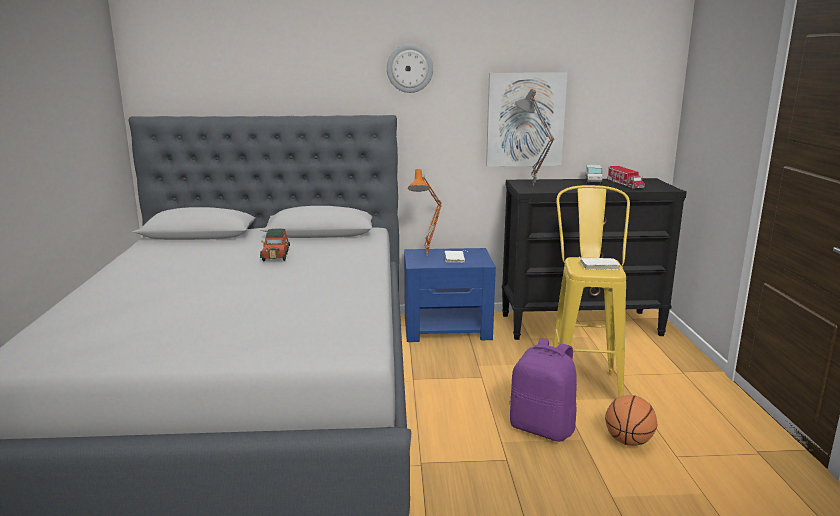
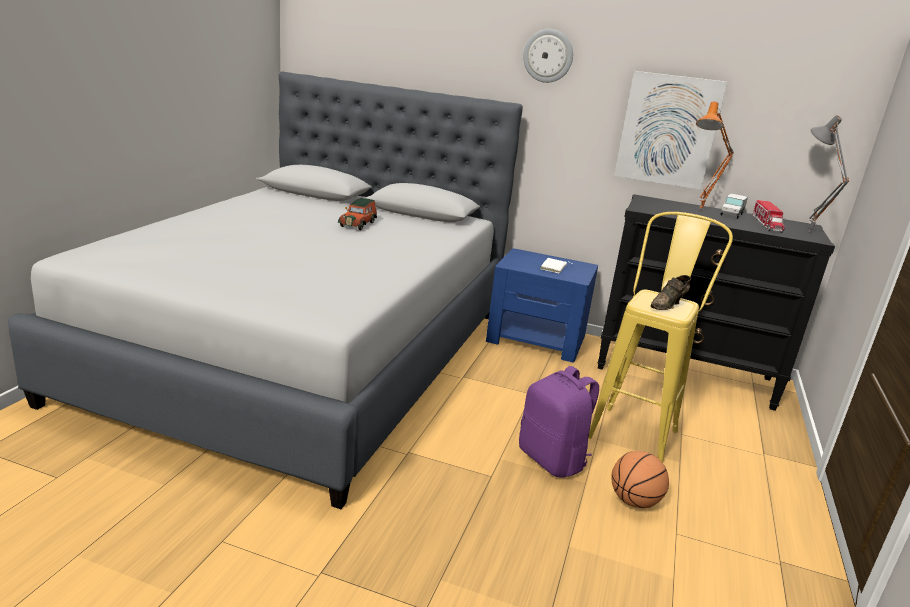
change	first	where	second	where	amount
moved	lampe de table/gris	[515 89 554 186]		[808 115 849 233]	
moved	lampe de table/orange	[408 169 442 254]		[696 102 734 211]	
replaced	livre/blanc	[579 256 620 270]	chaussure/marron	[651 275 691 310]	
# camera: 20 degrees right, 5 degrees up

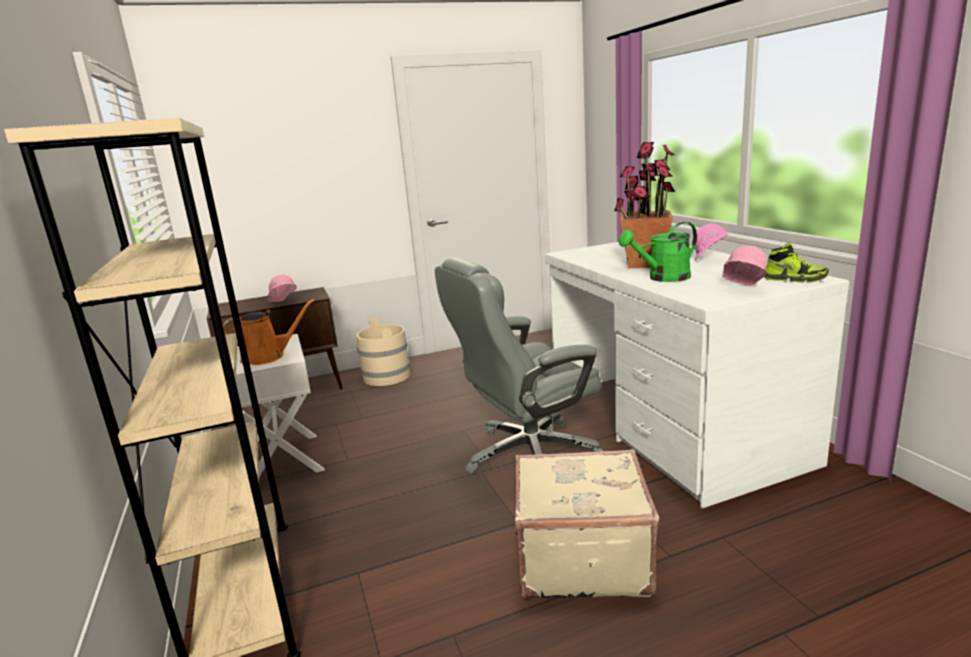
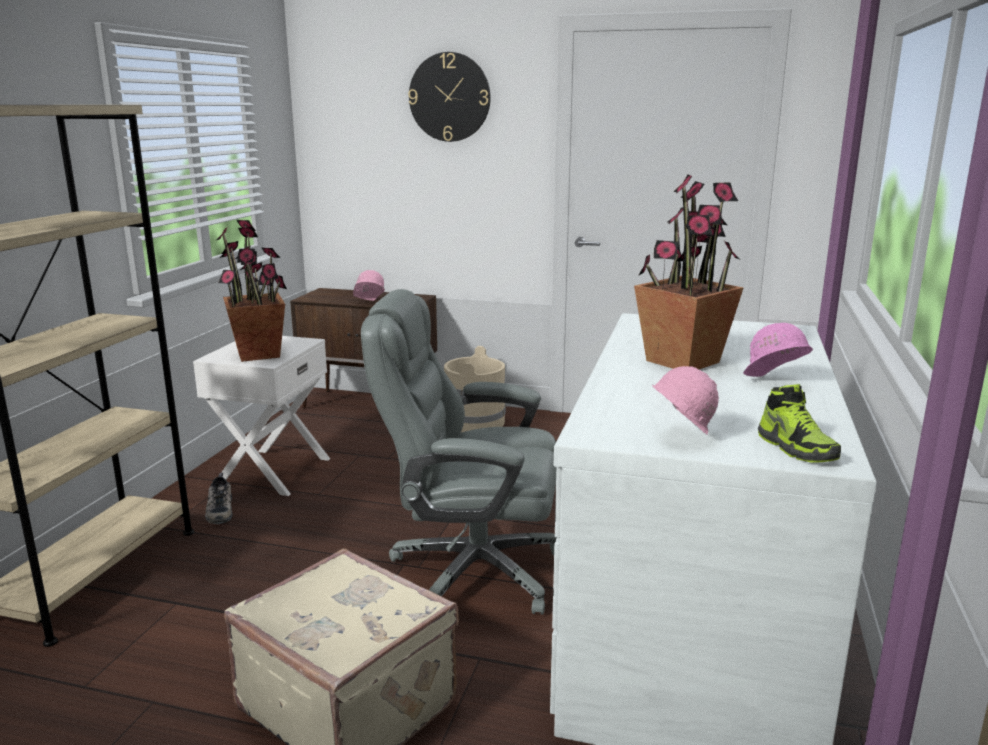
change	first	where	second	where	amount
removed	arrosoir/vert	[619 222 697 282]			
replaced	arrosoir/orange	[223 299 315 365]	plante en pot	[215 220 287 362]	
added			horloge murale	[408 52 491 142]	
added			chaussure	[205 473 233 524]	
# camera: 35 degrees right, 0 degrees up

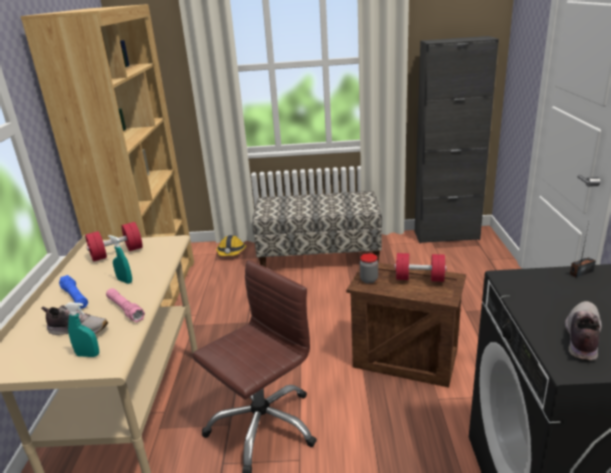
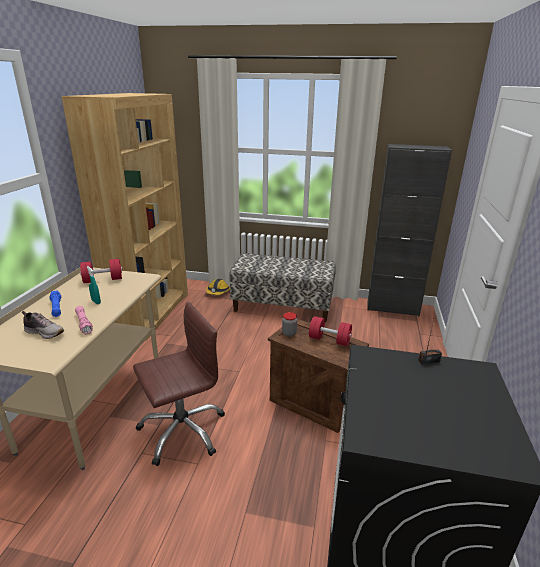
change	first	where	second	where	amount
removed	chaussure	[565 301 602 360]			
removed	vaporisateur/turquoise	[64 303 99 357]			
# camera: 10 degrees right, 0 degrees up

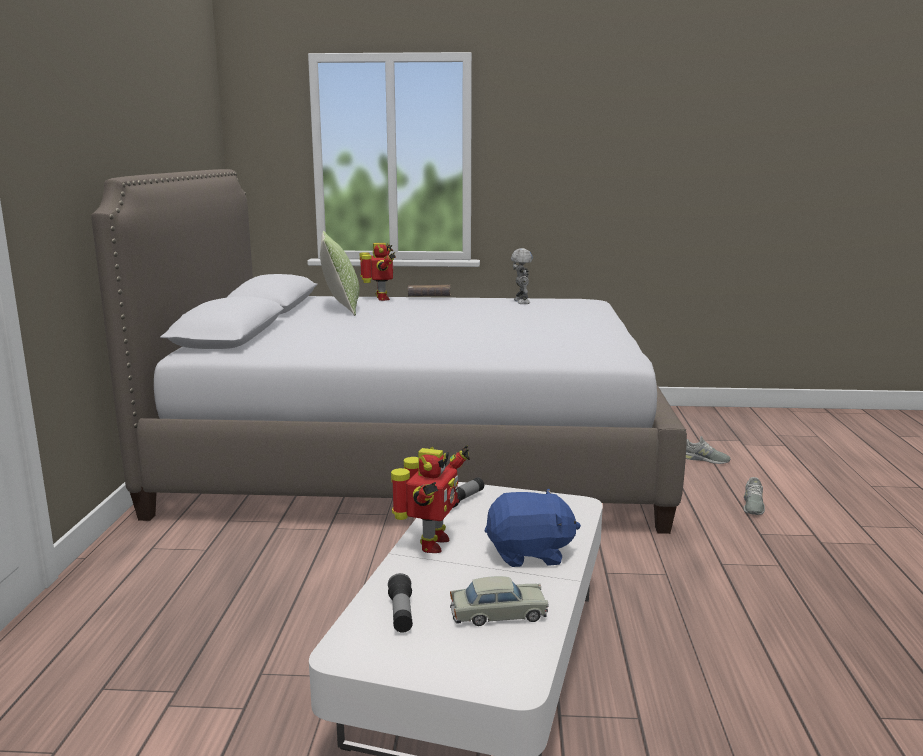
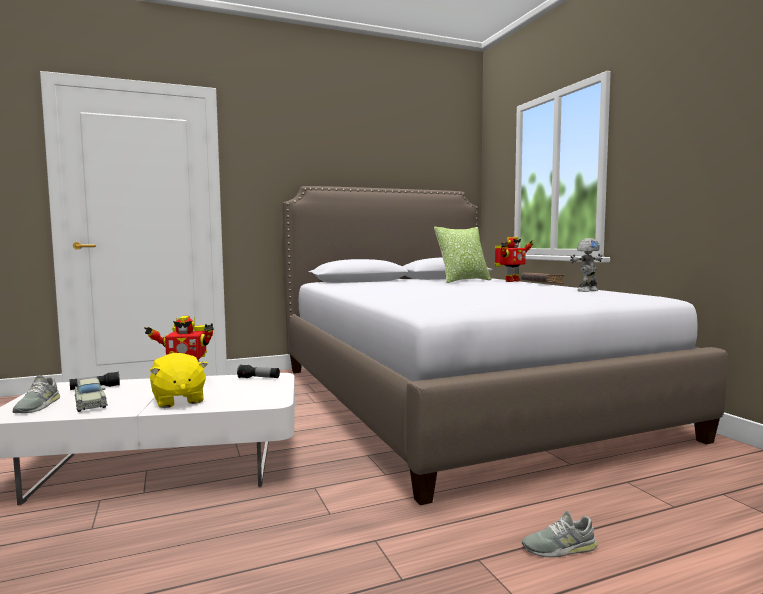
change	first	where	second	where	amount
moved	chaussure/gris	[686 436 731 464]		[13 375 60 413]	
recoloured	peluche/bleu	[485 489 581 567]	peluche/jaune	[150 353 208 408]	
# camera: 65 degrees right, 10 degrees down

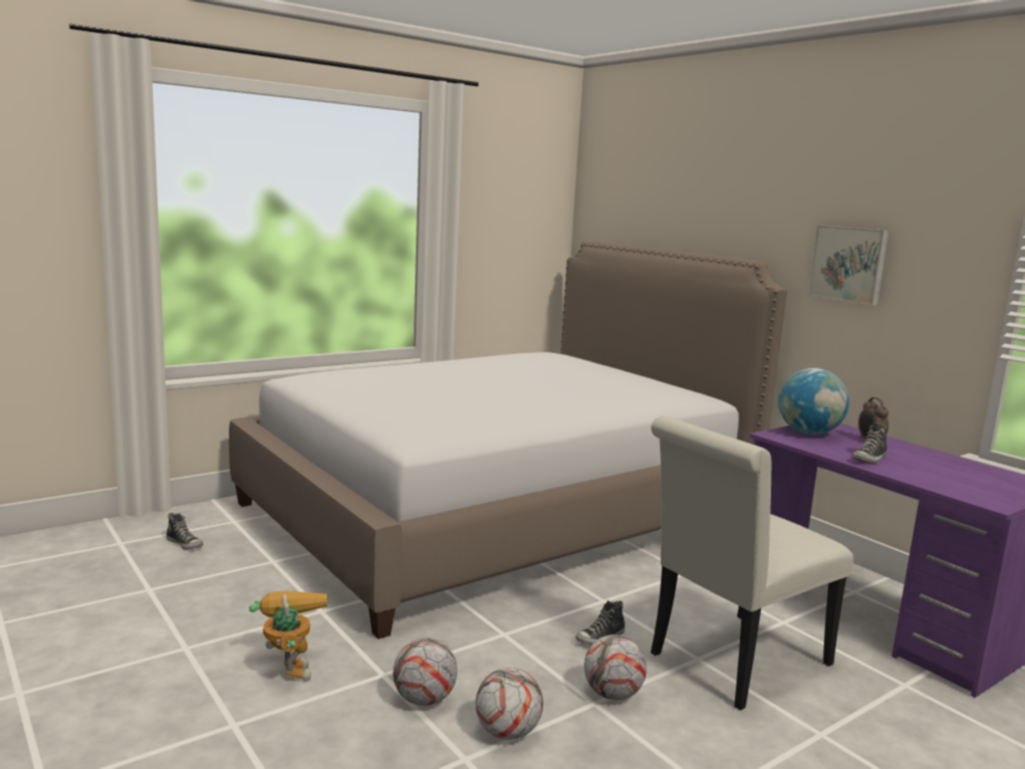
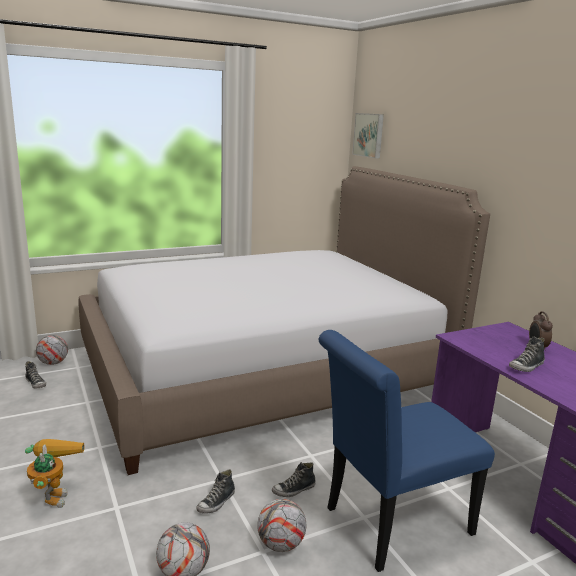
change	first	where	second	where	amount
moved	tableau	[808 225 889 305]		[352 113 384 158]	
removed	globe	[778 368 849 435]			
recoloured	chaise/blanc	[651 416 854 710]	chaise/bleu	[319 330 495 572]	
moved	ballon de foot	[393 638 457 706]		[36 335 68 365]	
added			chaussure	[196 469 235 514]	
# camera: 10 degrees right, 5 degrees up

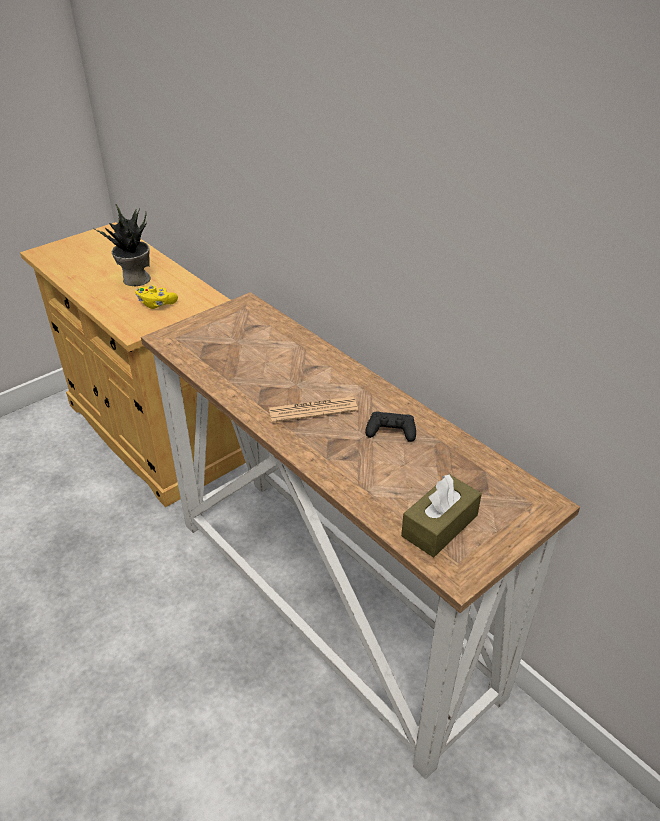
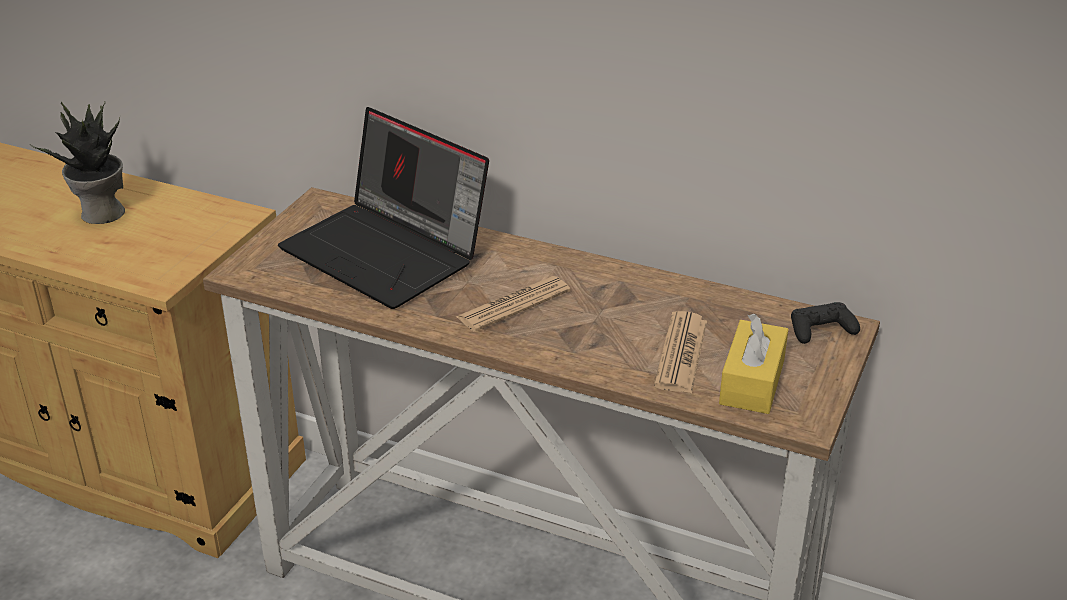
change	first	where	second	where	amount
removed	manette/jaune	[135 285 178 309]			
moved	manette/noir	[365 412 416 442]		[791 302 860 344]	
recoloured	boîte à mouchoirs/marron	[401 474 482 557]	boîte à mouchoirs/jaune	[719 314 789 414]	
added			ordinateur portable	[278 107 489 309]	
added			journal	[654 311 707 393]	
# camera: 25 degrees left, 5 degrees down

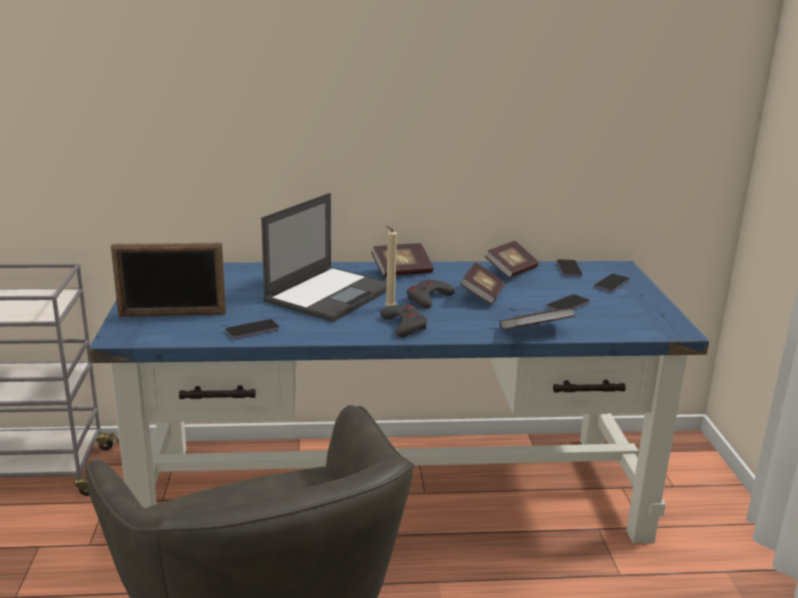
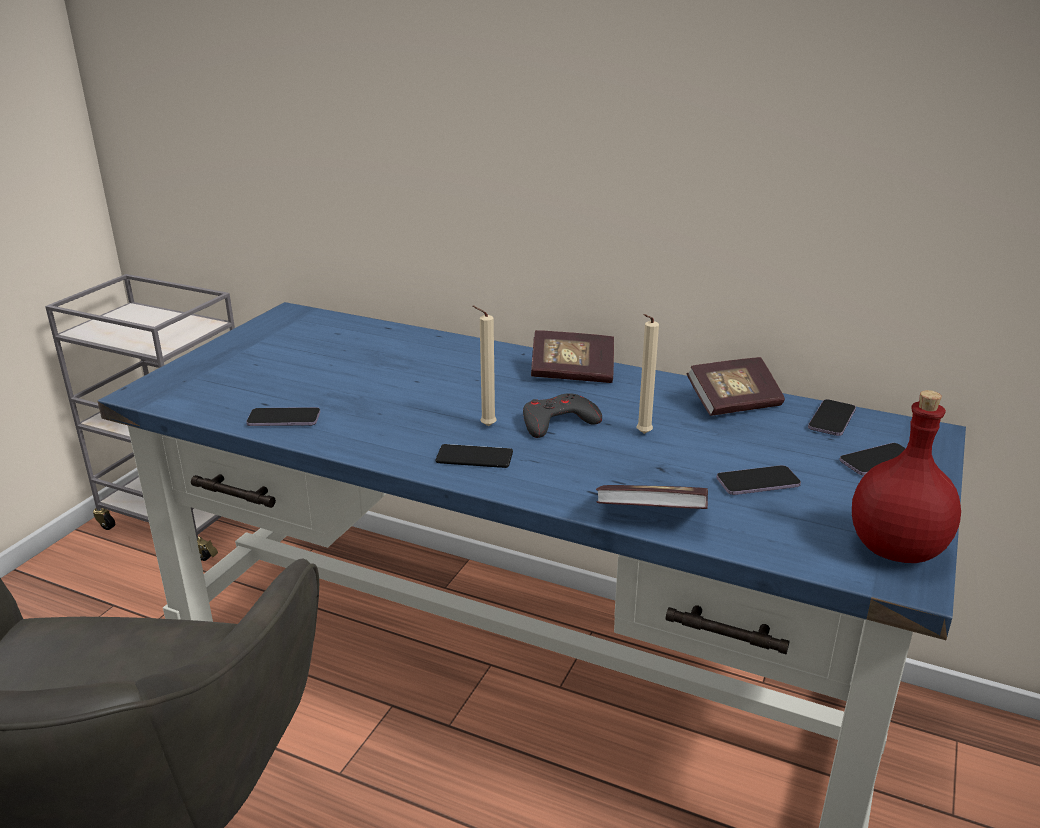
change	first	where	second	where	amount
removed	ordinateur portable	[261 193 387 322]			
removed	cadre photo	[111 243 226 317]			
replaced	livre	[460 262 504 304]	bougie/beige	[637 314 659 434]	
replaced	manette/gris	[380 304 427 337]	téléphone	[435 444 513 468]	
added			bouteille/rouge	[852 390 961 563]	
# camera: 30 degrees right, 5 degrees up

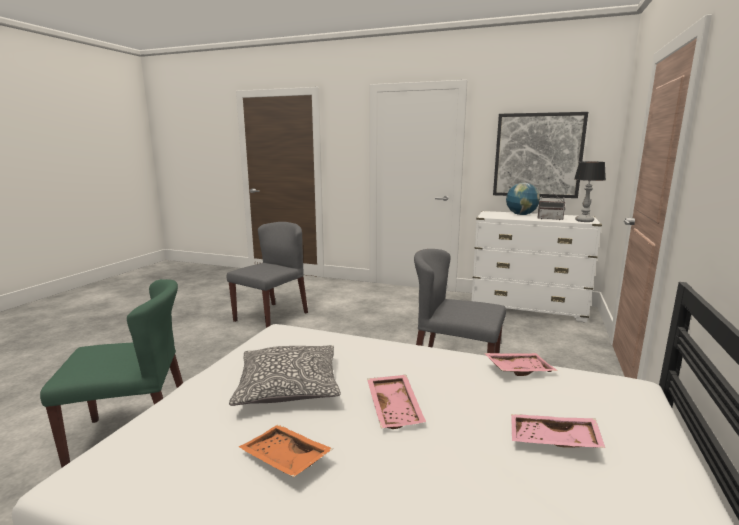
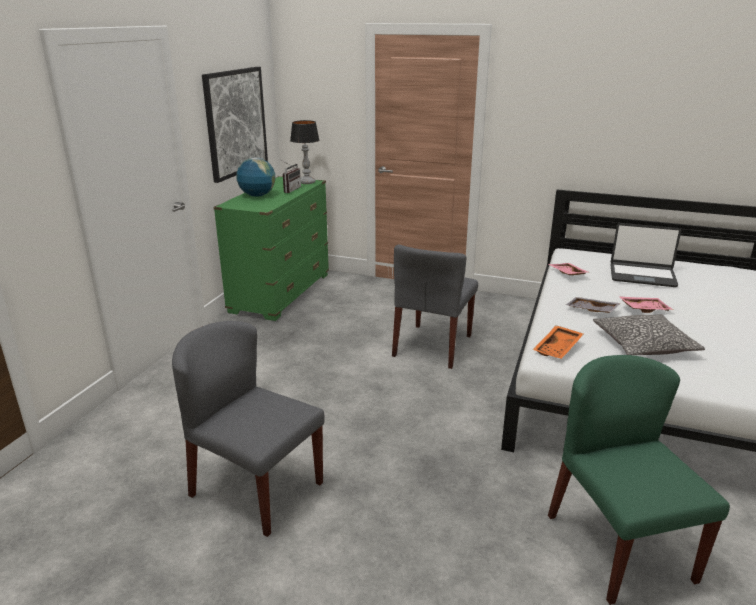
change	first	where	second	where	amount
recoloured	commode/blanc	[471 211 602 322]	commode/vert	[213 176 329 321]	
replaced	plateau/rose	[511 414 605 448]	ordinateur portable	[610 223 681 287]	
moved	plateau/orange	[239 425 333 477]		[533 325 584 359]	
added			plateau/gris	[566 297 621 313]	
# camera: 90 degrees left, 10 degrees up

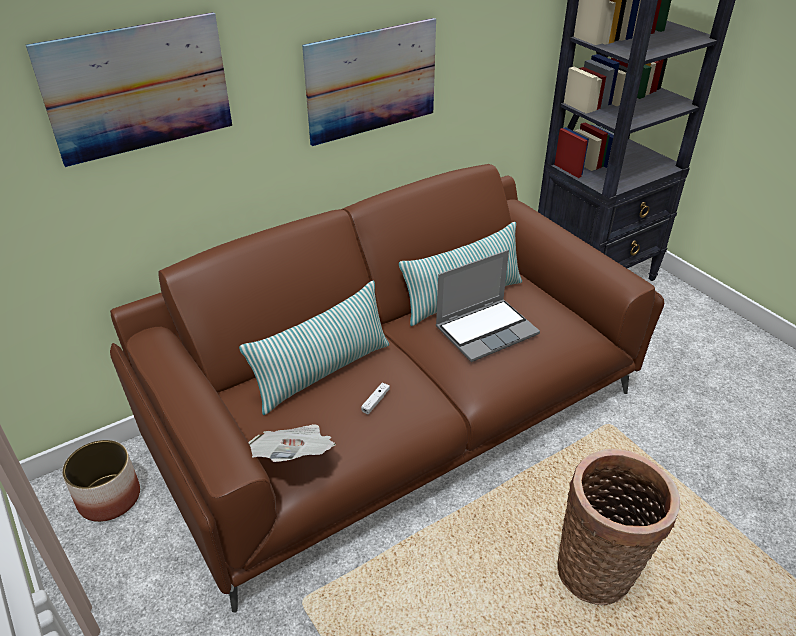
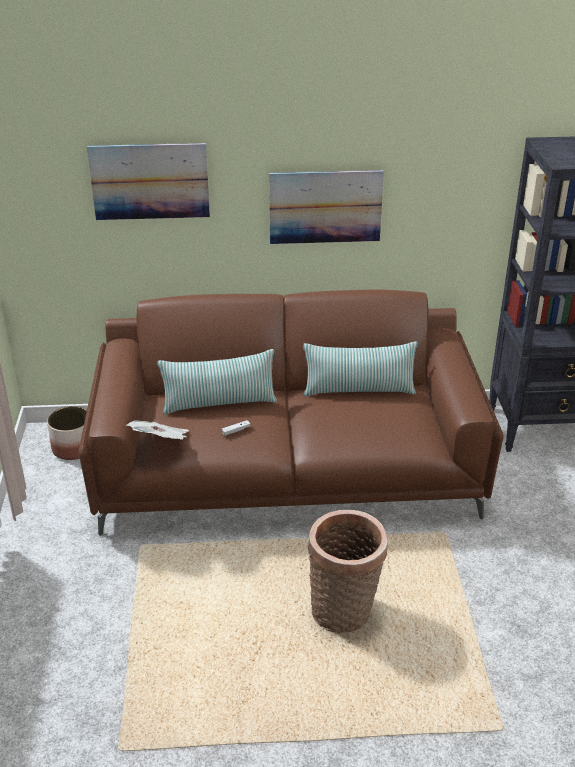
change	first	where	second	where	amount
removed	ordinateur portable	[436 250 540 362]			
# camera: 30 degrees right, 5 degrees down

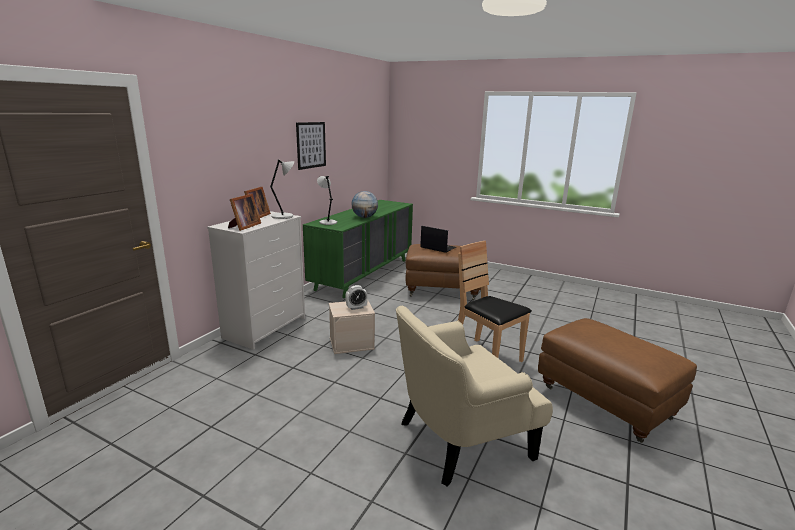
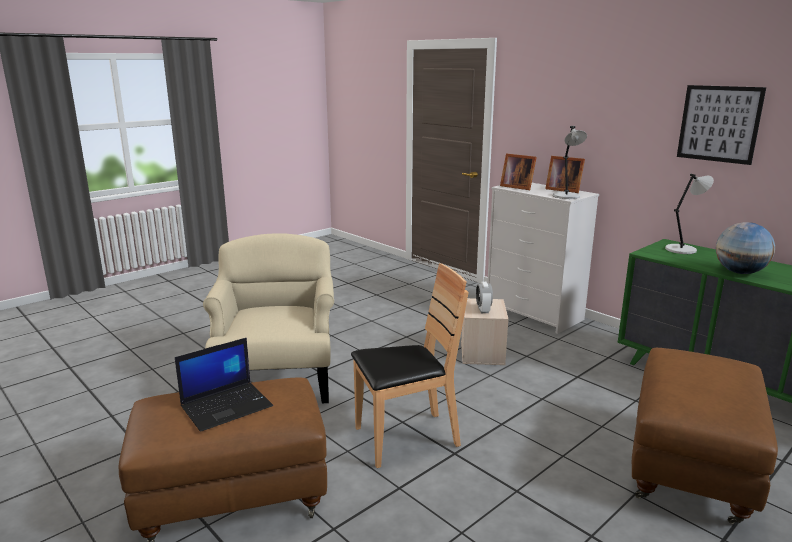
change	first	where	second	where	amount
moved	ordinateur portable	[420 226 456 253]		[175 337 273 432]	
# camera: 110 degrees right, 0 degrees up

